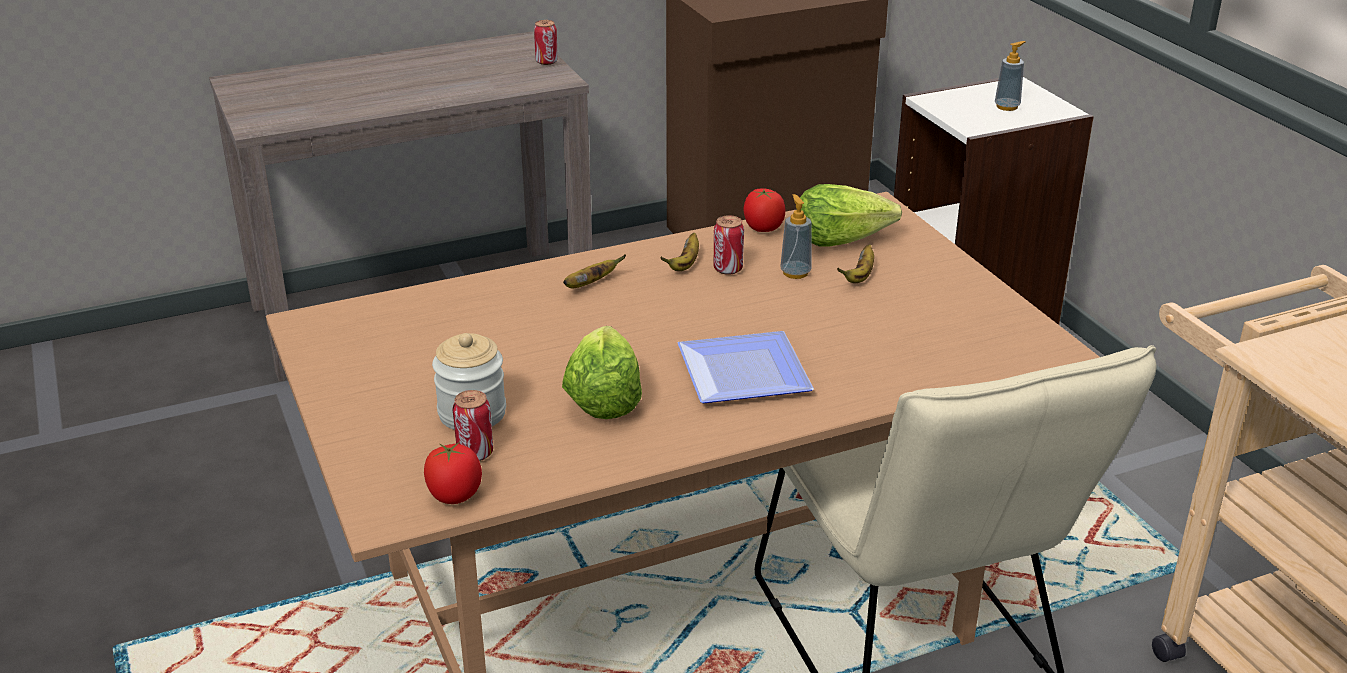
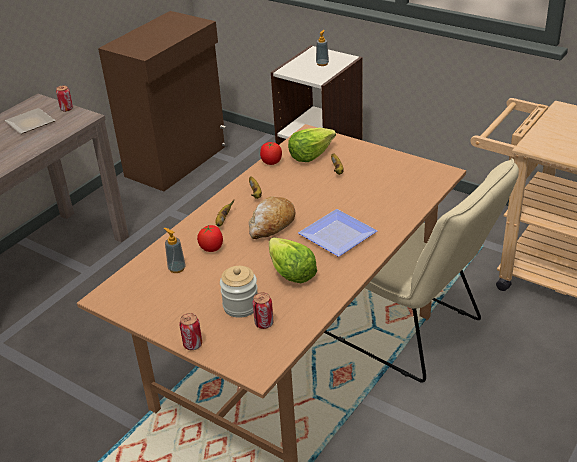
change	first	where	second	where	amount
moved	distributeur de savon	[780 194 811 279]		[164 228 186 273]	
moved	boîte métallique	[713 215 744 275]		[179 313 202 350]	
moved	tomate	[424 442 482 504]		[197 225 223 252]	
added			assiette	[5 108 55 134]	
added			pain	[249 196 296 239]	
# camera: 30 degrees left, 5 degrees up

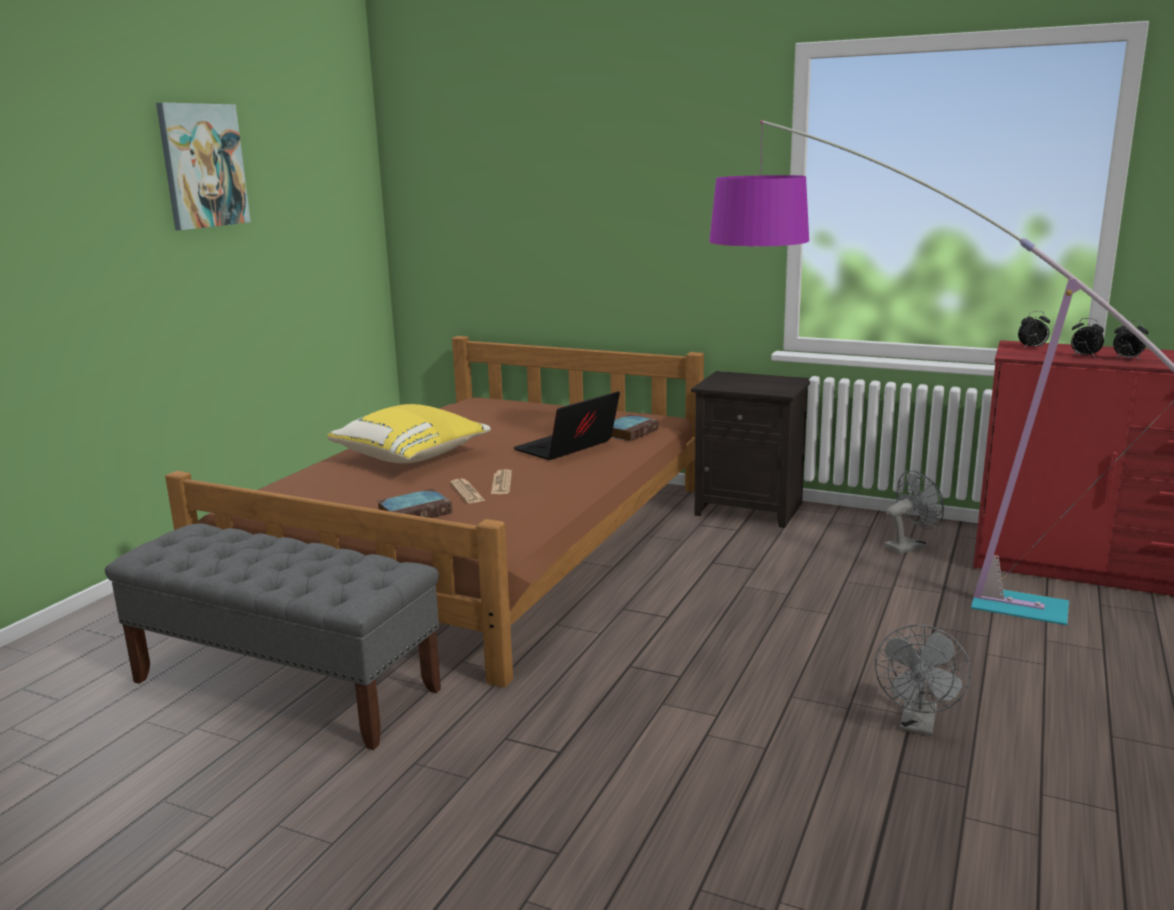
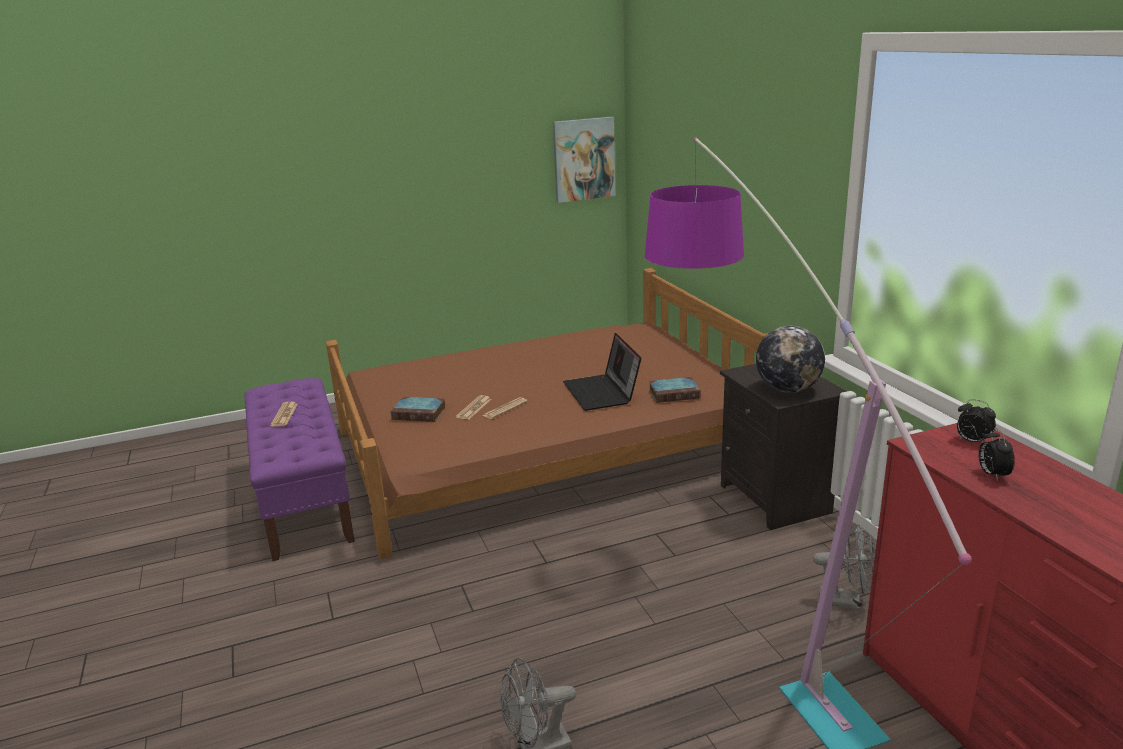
change	first	where	second	where	amount
moved	tableau	[156 102 251 230]		[553 117 615 203]	
removed	réveil	[1113 320 1148 359]			
turned	ordinateur portable	[513 391 620 460]		[563 333 641 411]	105 degrees counterclockwise
removed	coussin/jaune	[327 404 491 463]			
recoloured	banc/gris	[105 523 441 750]	banc/violet	[245 378 355 561]	
added			globe	[756 326 825 393]	
added			journal	[270 401 298 427]	
# camera: 45 degrees right, 5 degrees up

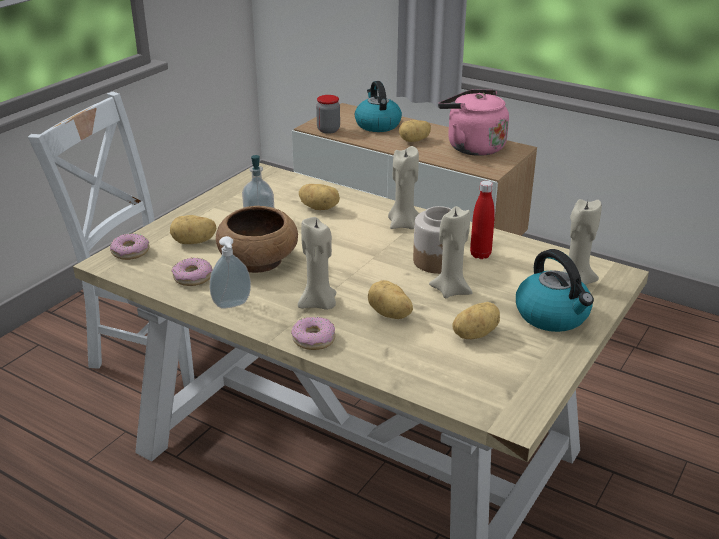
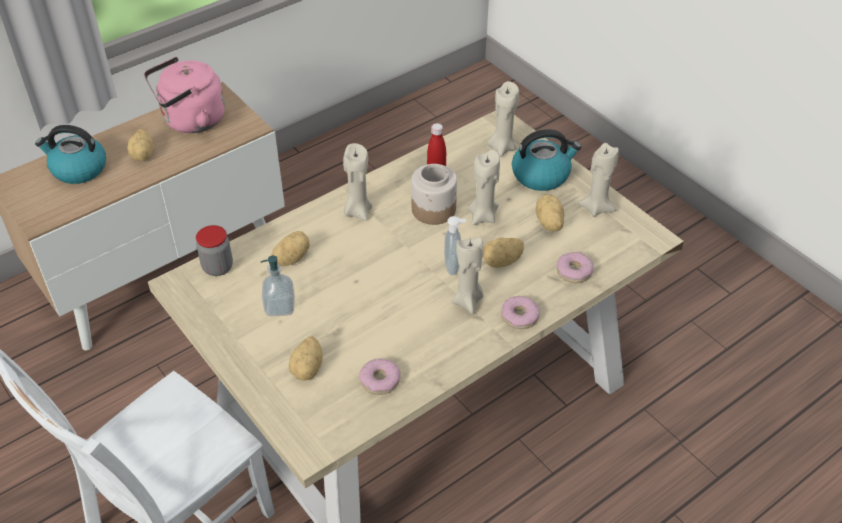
change	first	where	second	where	amount
moved	bocal	[316 95 340 134]		[196 225 233 276]	
removed	bol/marron	[216 206 298 273]			
moved	beignet	[110 233 150 260]		[556 252 594 283]	
moved	distributeur de savon	[210 236 251 309]		[444 216 466 275]	
added			bougie/beige	[578 143 619 217]	
# camera: 70 degrees left, 15 degrees up

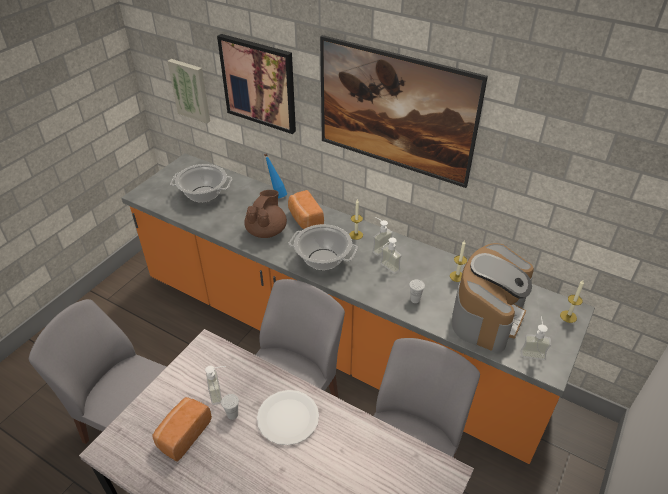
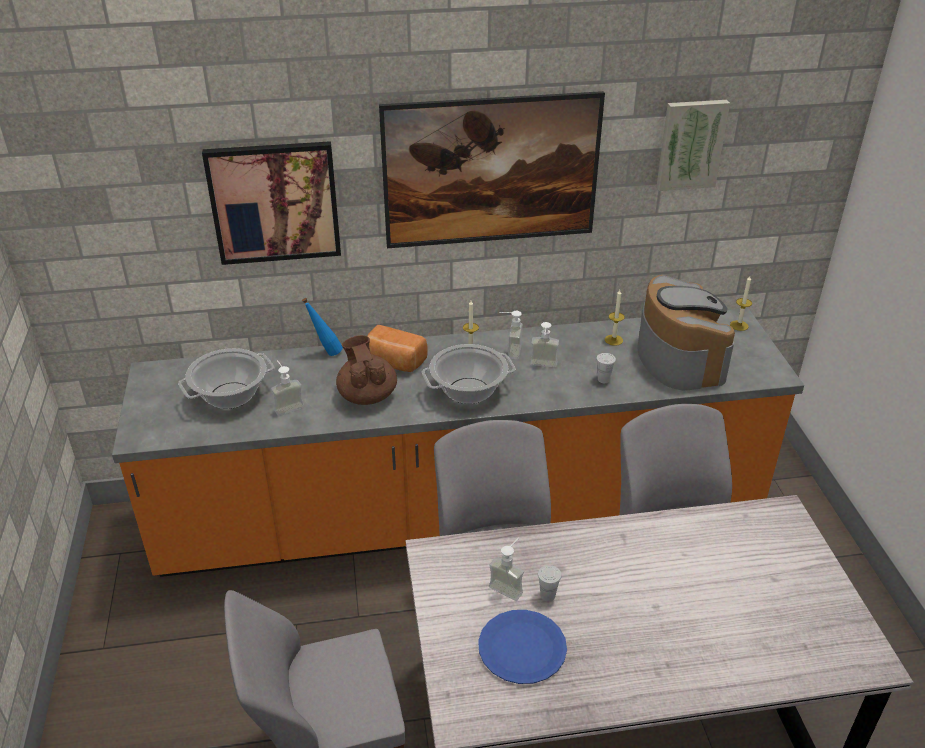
change	first	where	second	where	amount
moved	tableau	[167 59 210 124]		[656 100 730 191]	
moved	distributeur de savon	[521 316 551 360]		[271 361 304 416]	
removed	assiette/blanc	[257 390 319 445]			
replaced	pain	[152 397 212 462]	assiette/bleu	[478 610 567 684]	
# camera: 40 degrees left, 5 degrees down

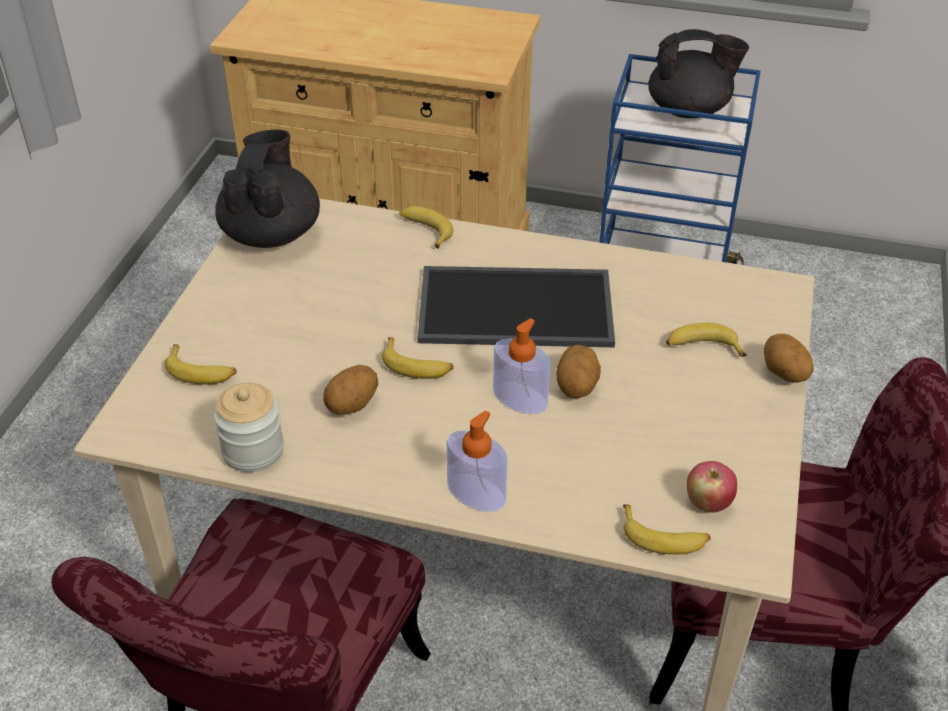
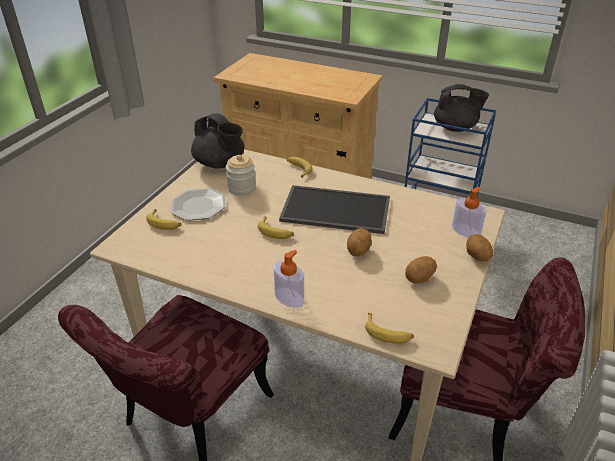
change	first	where	second	where	amount
turned	théière/noir	[216 129 320 248]		[191 113 245 169]	120 degrees clockwise
moved	distributeur de savon	[493 318 551 414]		[452 187 487 238]	
removed	banane	[666 323 746 357]			
moved	pomme de terre	[323 365 378 415]		[405 256 437 283]	
moved	bocal	[213 383 284 472]		[226 155 256 195]	
removed	pomme	[687 461 737 512]			
added			assiette	[171 188 225 221]	
# camera: 10 degrees right, 5 degrees down

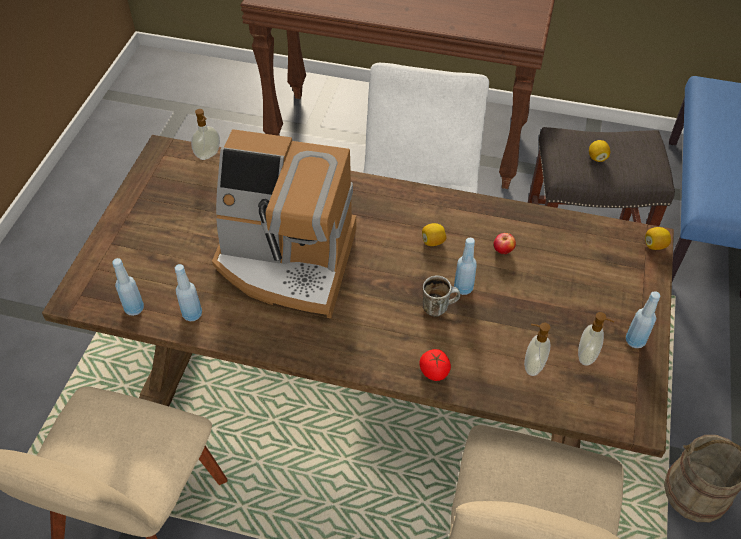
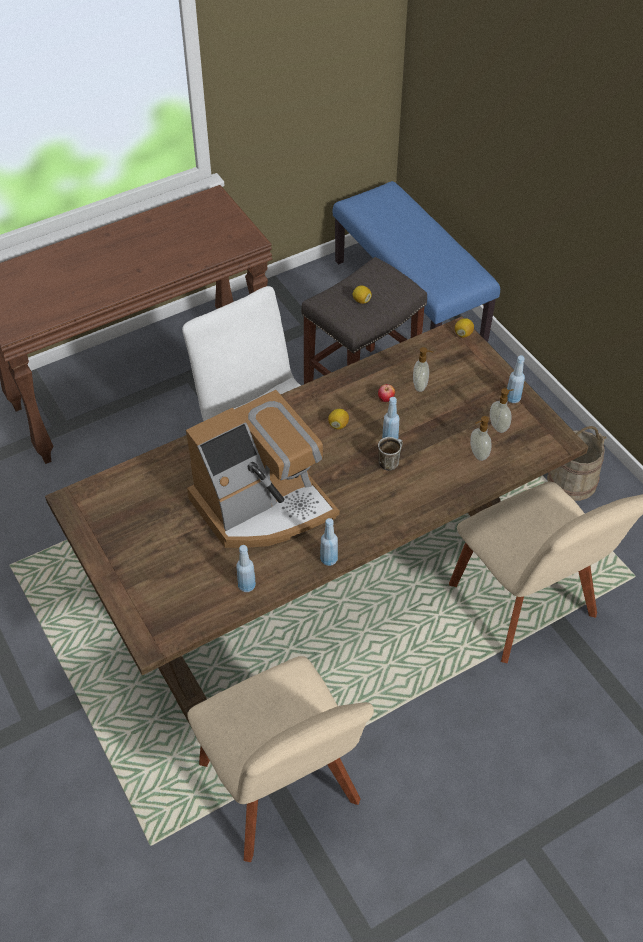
change	first	where	second	where	amount
moved	distributeur de savon	[191 109 220 160]		[413 347 433 392]	
moved	bouteille/bleu	[112 258 144 316]		[320 518 338 566]	
removed	tomate	[419 349 451 381]			
# camera: 45 degrees left, 0 degrees up

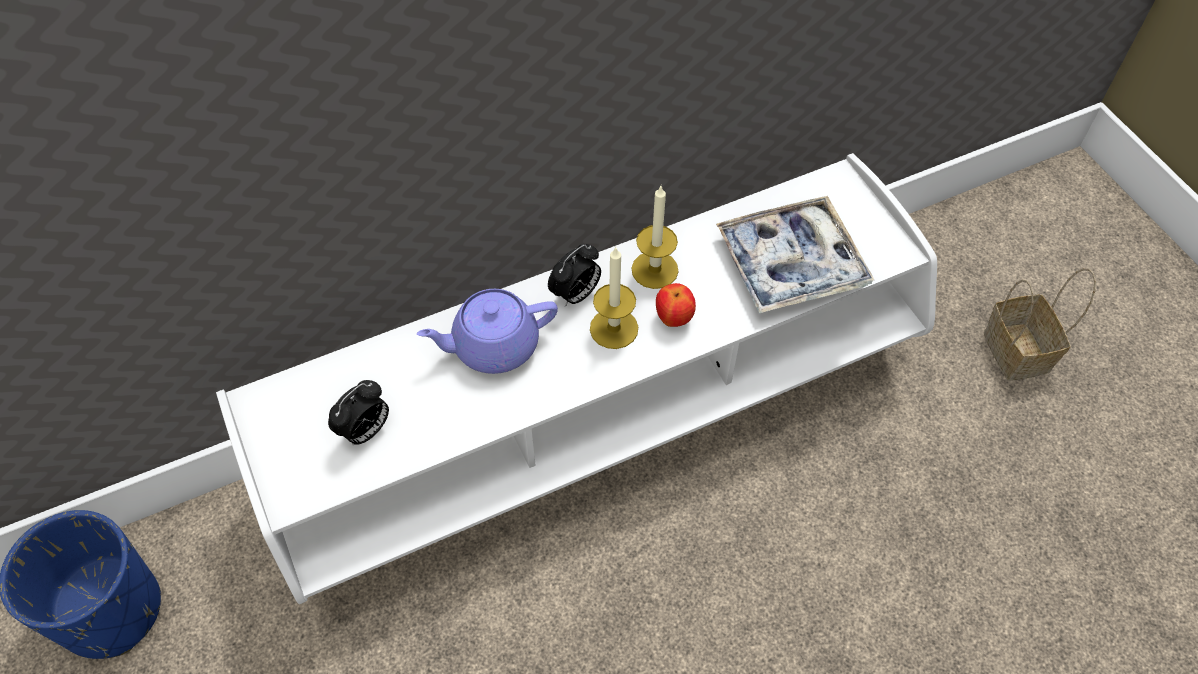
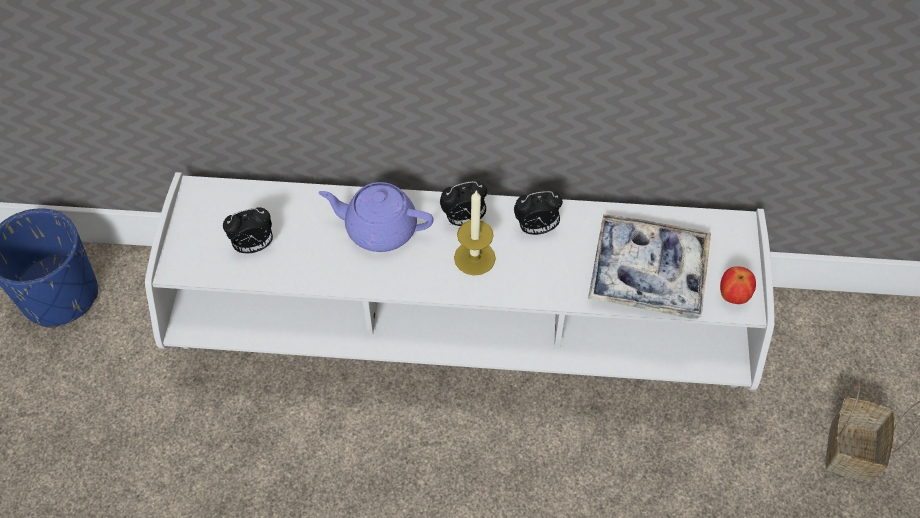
change	first	where	second	where	amount
replaced	bougie	[631 186 679 289]	réveil	[514 191 563 235]	
moved	pomme	[656 283 696 327]		[720 266 756 304]	
# camera: 30 degrees right, 0 degrees up

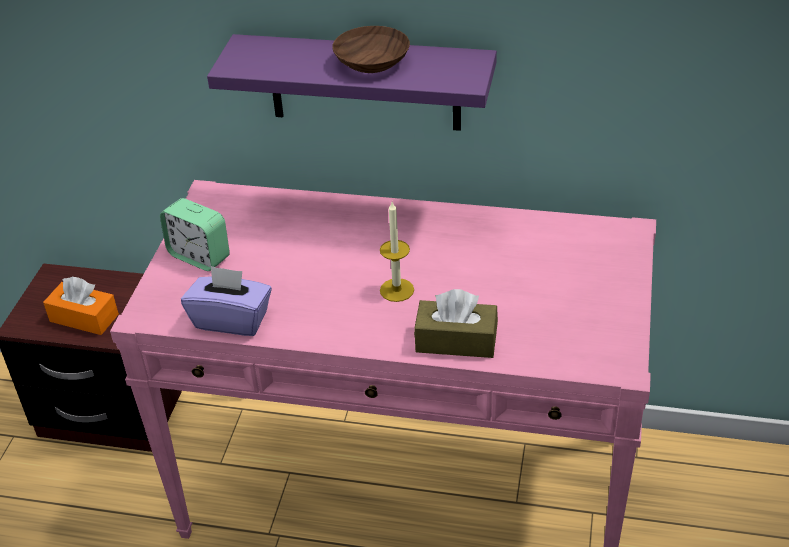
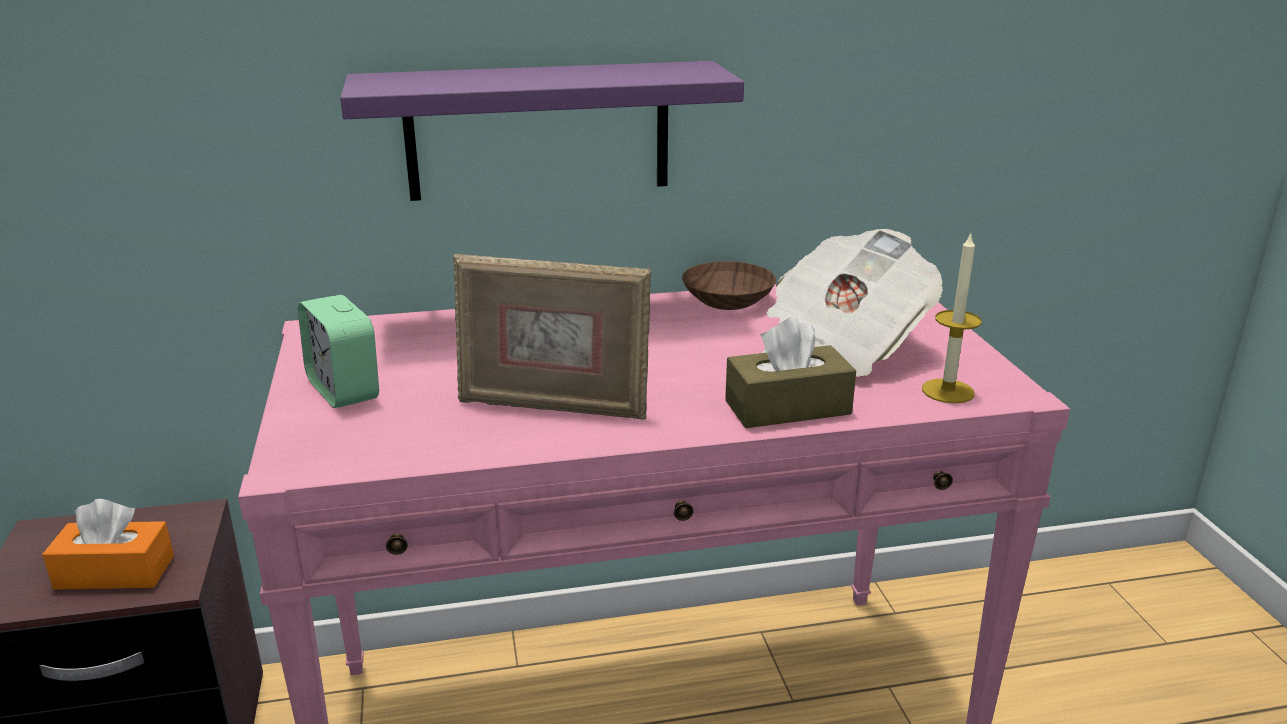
change	first	where	second	where	amount
moved	bol/marron	[332 26 410 73]		[682 261 776 310]	
turned	réveil	[160 198 230 271]		[298 295 379 408]	45 degrees clockwise
moved	bougie	[380 202 414 302]		[922 233 982 403]	
removed	boîte à mouchoirs/violet	[181 266 272 336]			
added			journal	[763 229 943 377]	
added			cadre photo	[453 254 651 420]	
# camera: 25 degrees left, 15 degrees down

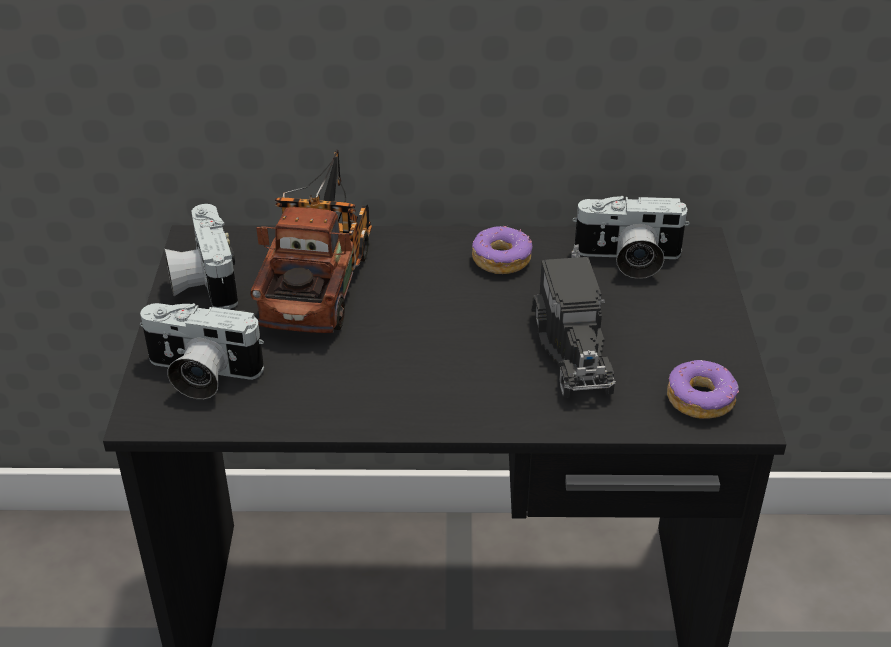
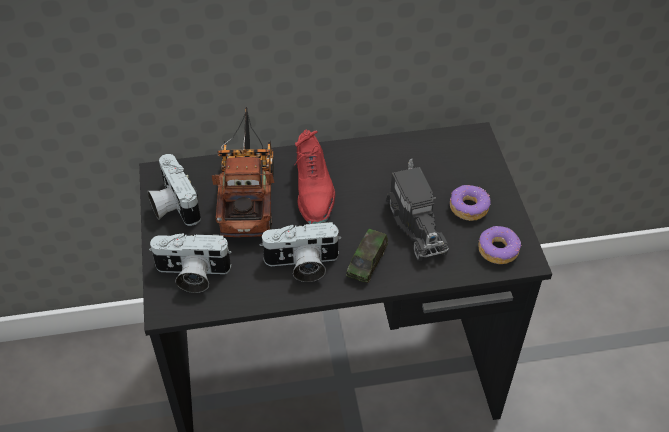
change	first	where	second	where	amount
moved	appareil photo	[572 196 690 279]		[260 222 341 282]	
moved	beignet	[472 226 532 274]		[450 185 491 221]	
added			chaussure/rouge	[295 130 335 224]	
added			petite voiture	[346 229 388 283]	
# camera: 10 degrees left, 10 degrees up

